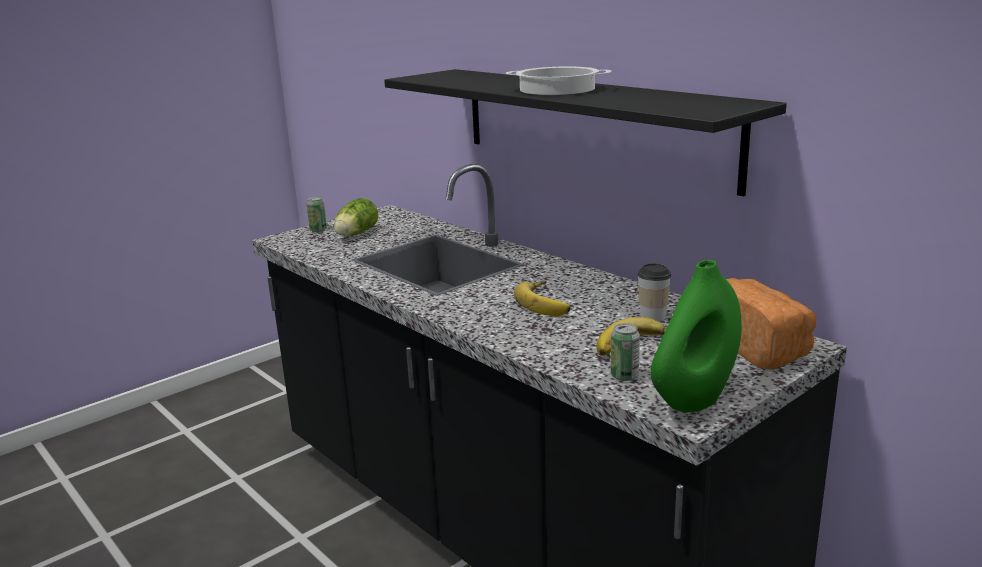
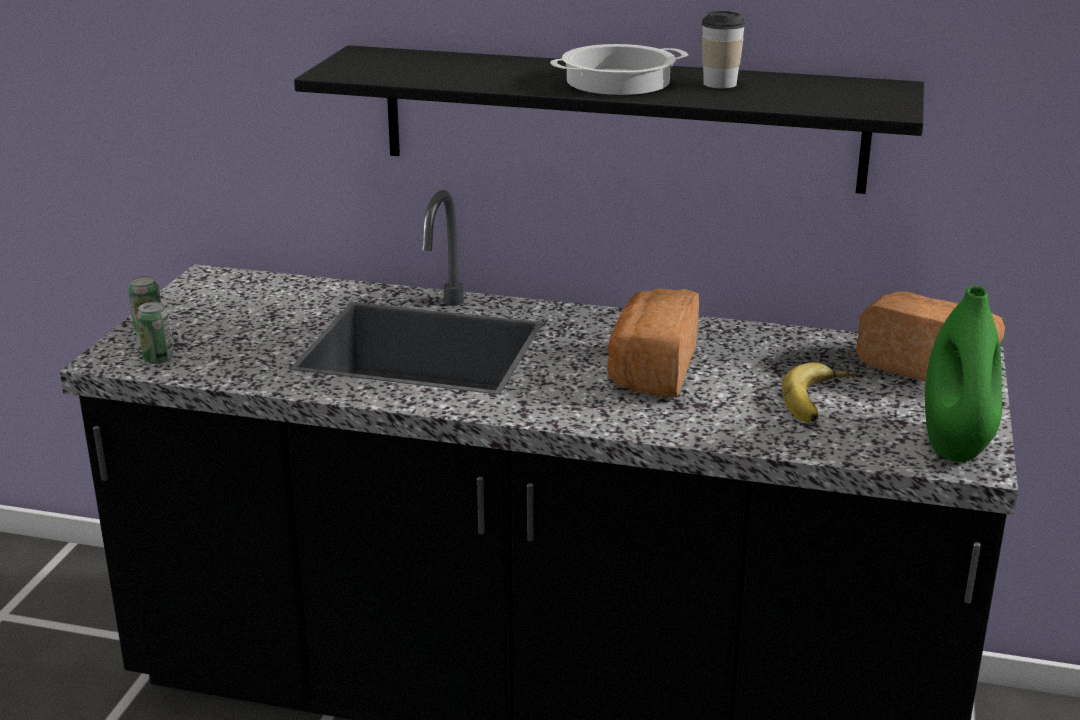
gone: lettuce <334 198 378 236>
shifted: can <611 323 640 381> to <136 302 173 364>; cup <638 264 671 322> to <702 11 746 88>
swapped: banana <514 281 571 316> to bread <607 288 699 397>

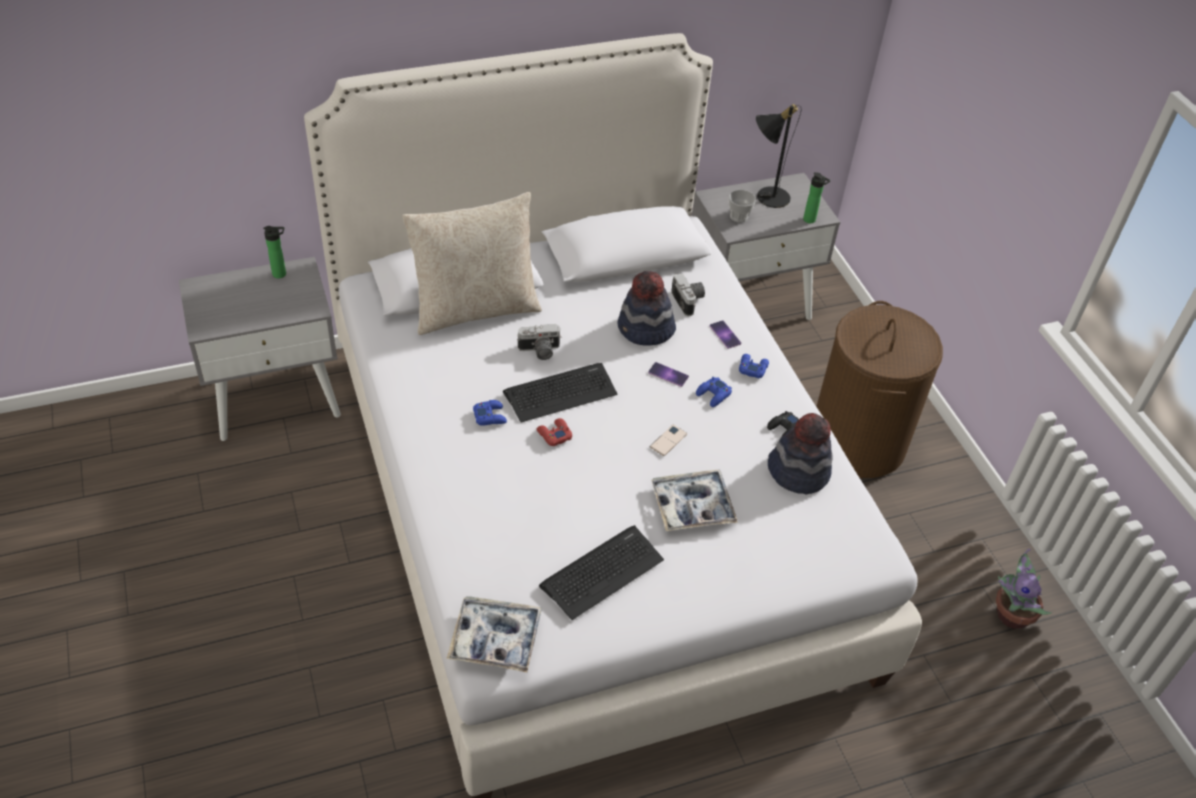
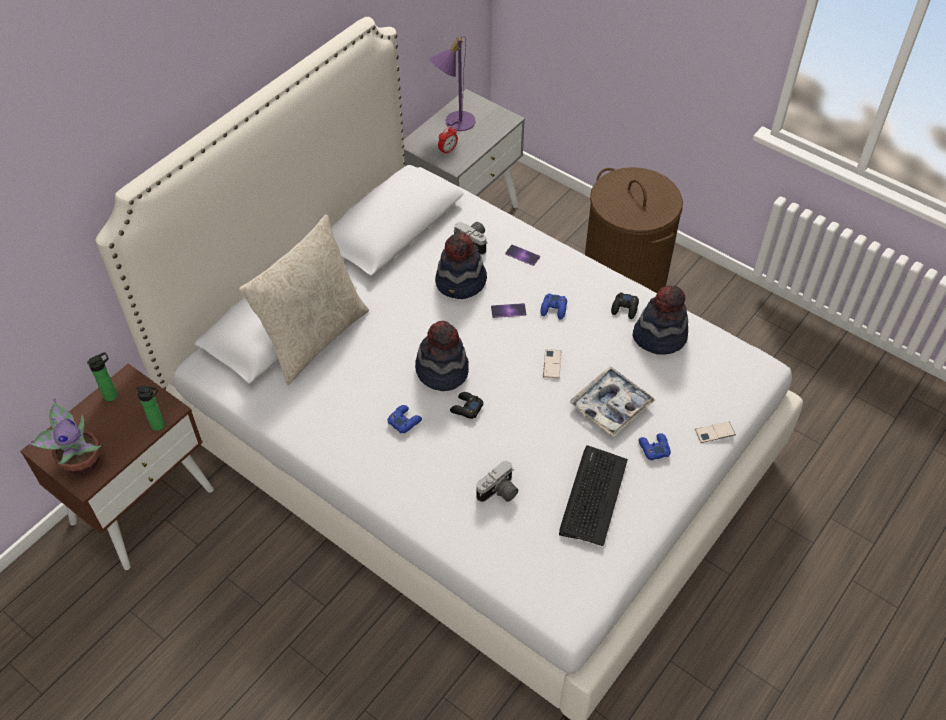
gone: tray <446 596 542 673>
new: phone <695 421 736 443>
shifted: photo camera <517 324 562 360> to <476 460 519 502>; blue game controller <739 354 769 378> to <639 433 671 460>; bottle <803 172 830 223> to <136 386 165 431>; potted plant <996 548 1052 629> to <29 397 101 475>
swapped: keyboard <503 363 617 423> to hat <415 321 469 391>; cup <729 190 756 223> to alarm clock <438 126 458 155>
repainted: grey nightstand <179 257 341 441> to brown nightstand <20 363 214 570>; red game controller <537 418 572 446> to black game controller <450 392 484 419>; black table lamp <756 104 802 208> to purple table lamp <429 36 476 131>

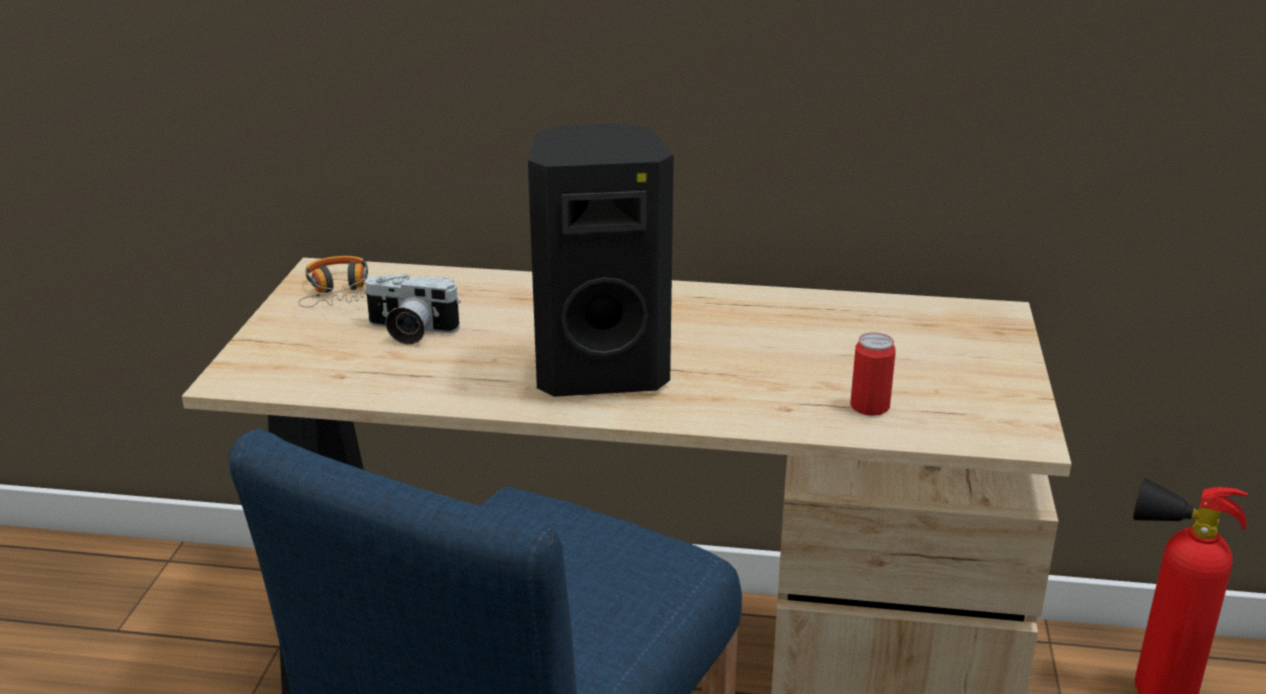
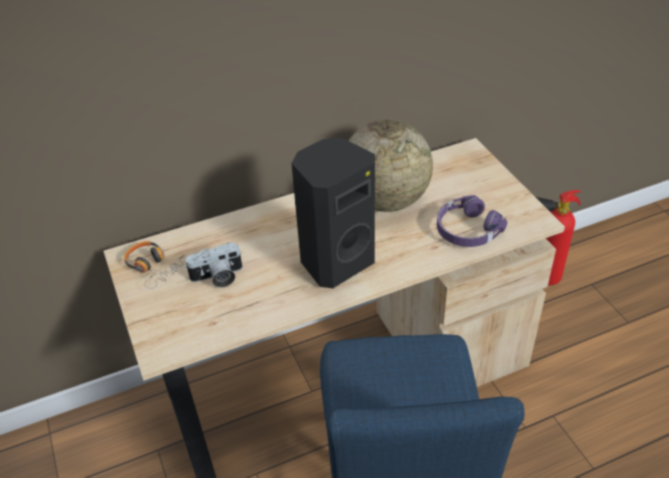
new: globe <349 119 433 212>
swapped: can <850 332 896 416> to purple headphones <437 195 507 247>

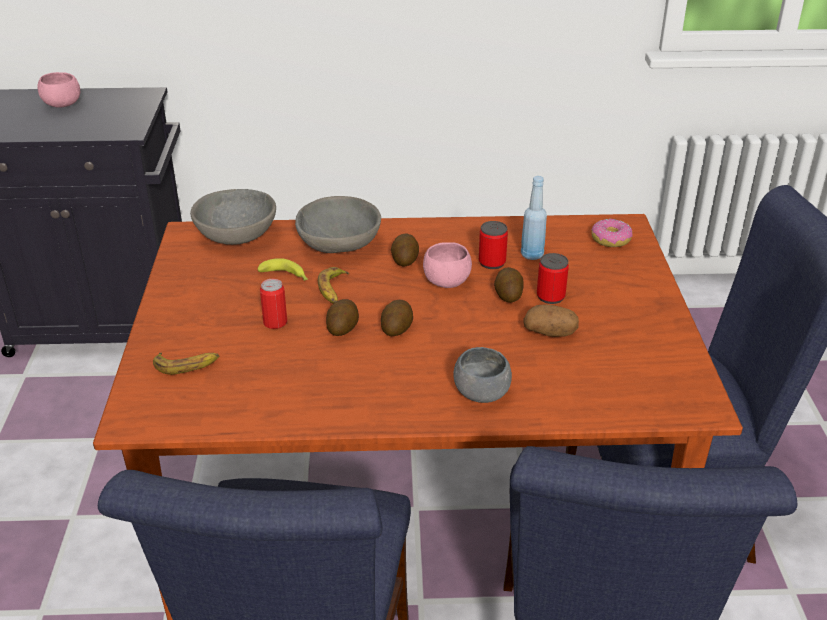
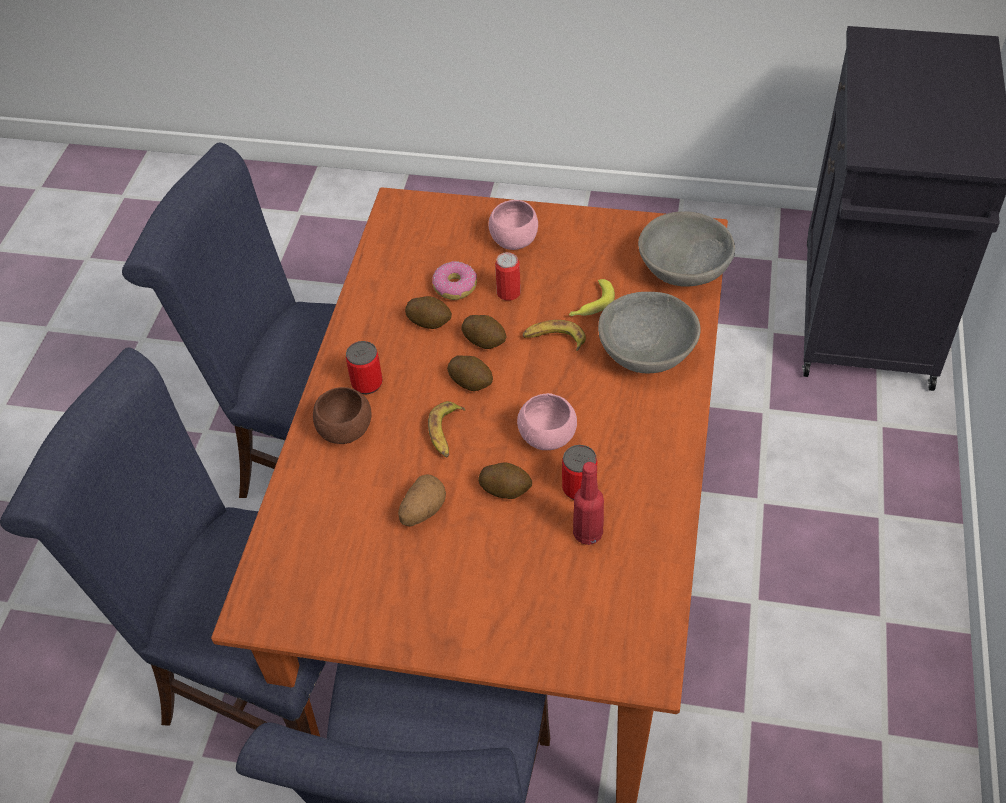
shifted: pink bowl <38 72 80 108> to <488 200 538 250>; banana <153 352 219 375> to <428 401 465 457>; potato <391 234 419 266> to <405 296 452 329>; can <537 253 569 304> to <346 341 383 394>; donut <591 219 633 247> to <432 261 477 300>
repainted: grey bowl <453 347 512 403> to brown bowl <313 387 371 444>; blue bottle <521 176 547 260> to red bottle <573 462 604 545>

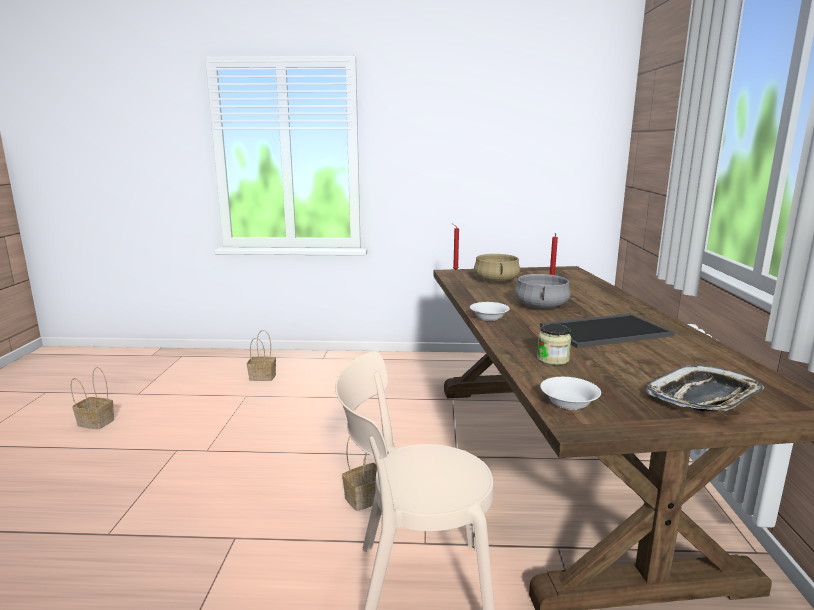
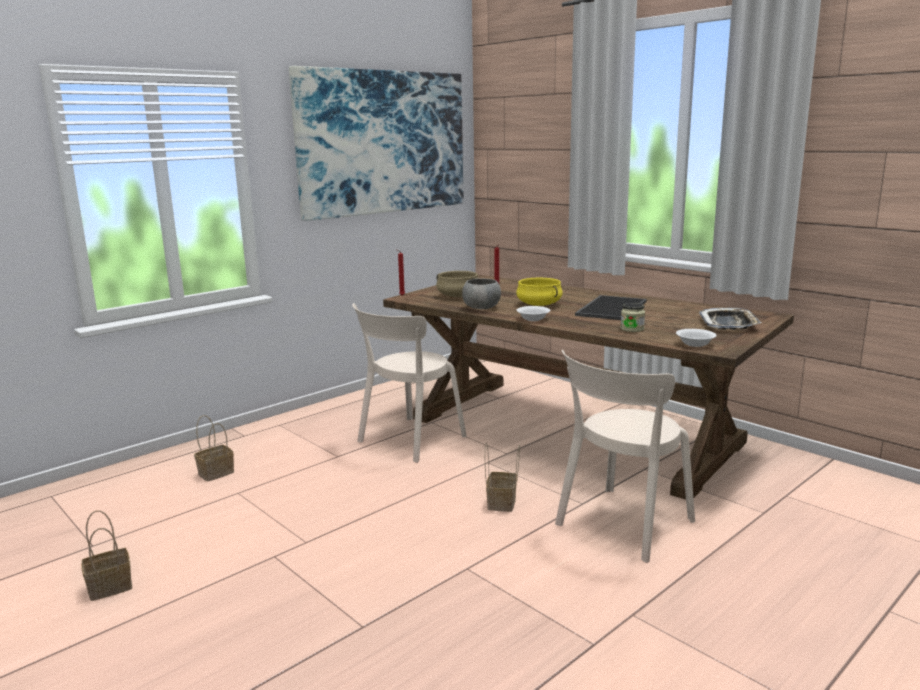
new: picture <289 66 464 221>; beige chair <352 303 467 463>; grey bowl <462 279 501 309>
repainted: grey cooking pot <515 274 571 309> to yellow cooking pot <516 278 563 306>

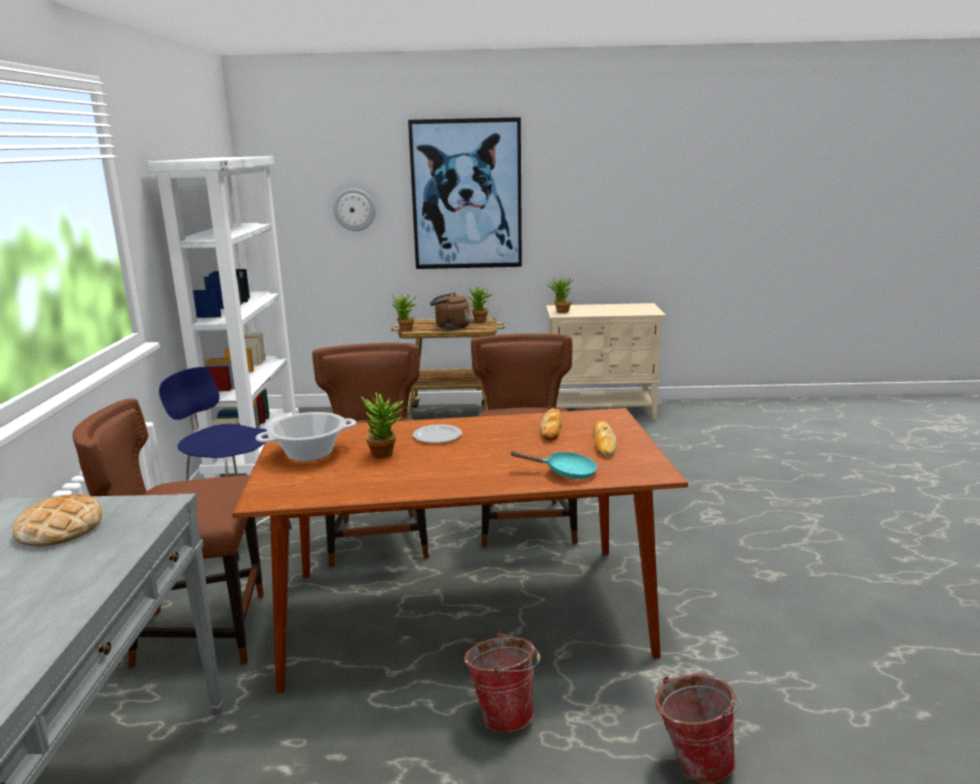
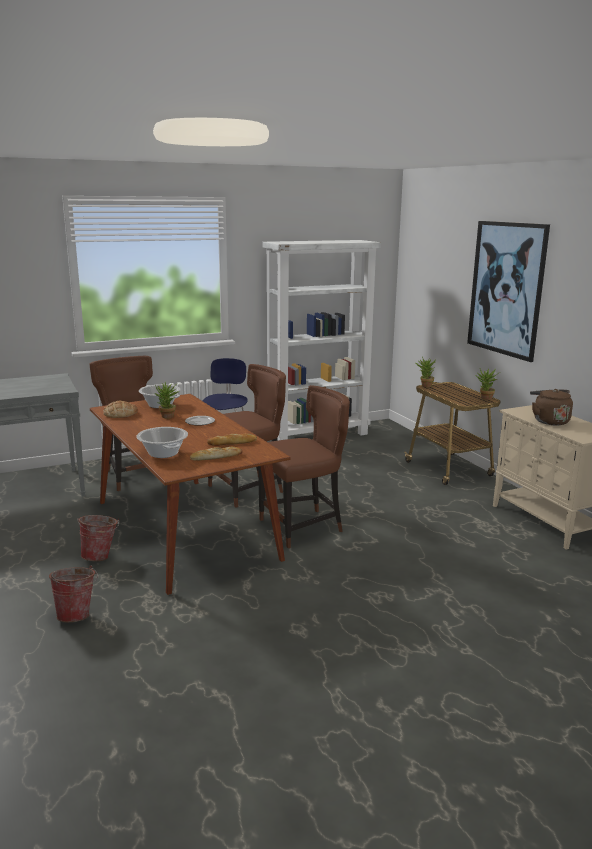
gone: wall clock <333 188 375 231>; potted plant <547 276 574 313>
shifted: bread <13 494 102 546> to <103 401 138 418>; brown kettle <430 293 470 330> to <530 389 573 425>
swapped: turquoise frying pan <511 451 597 479> to cooking pot <136 427 188 458>

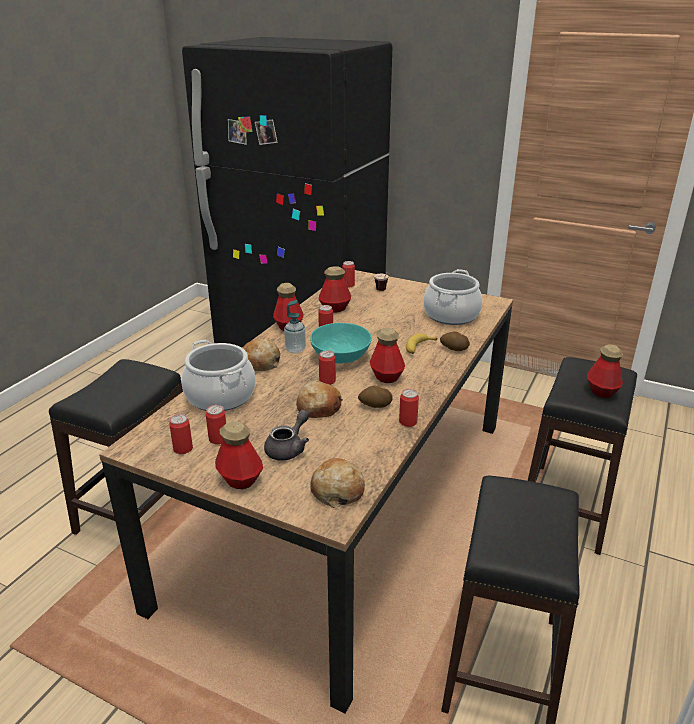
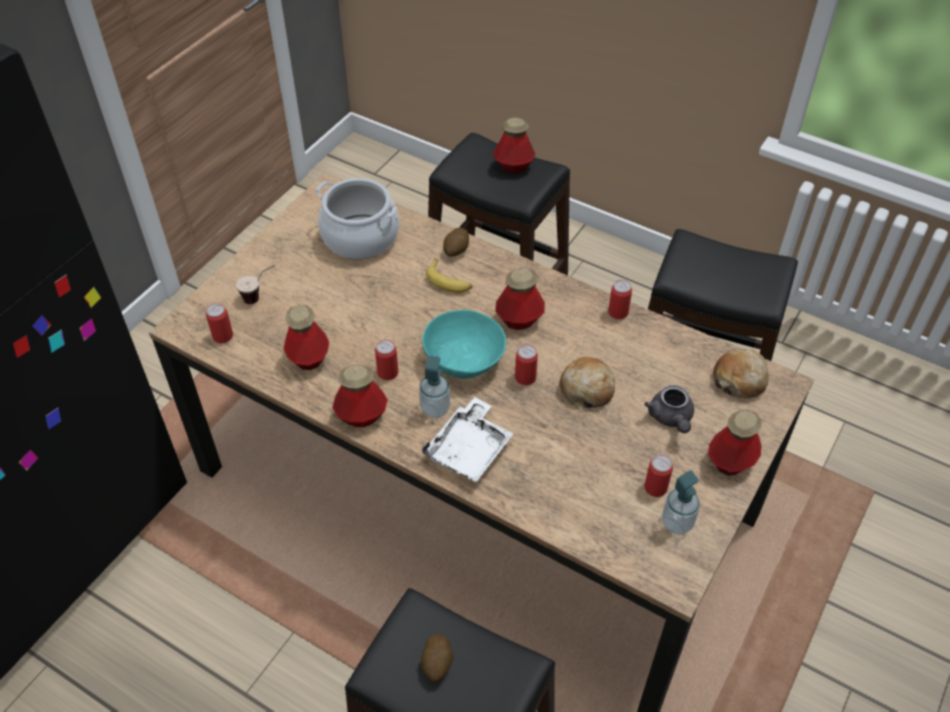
gone: cooking pot <181 340 255 411>
shifted: potato <358 386 392 408> to <421 634 453 682>
swapped: can <169 414 193 454> to soap dispenser <662 470 700 535>; bread <243 339 280 371> to white tray <422 397 514 482>
rotated: grey teapot <264 410 309 461> = <645 385 694 433> 135 degrees counterclockwise

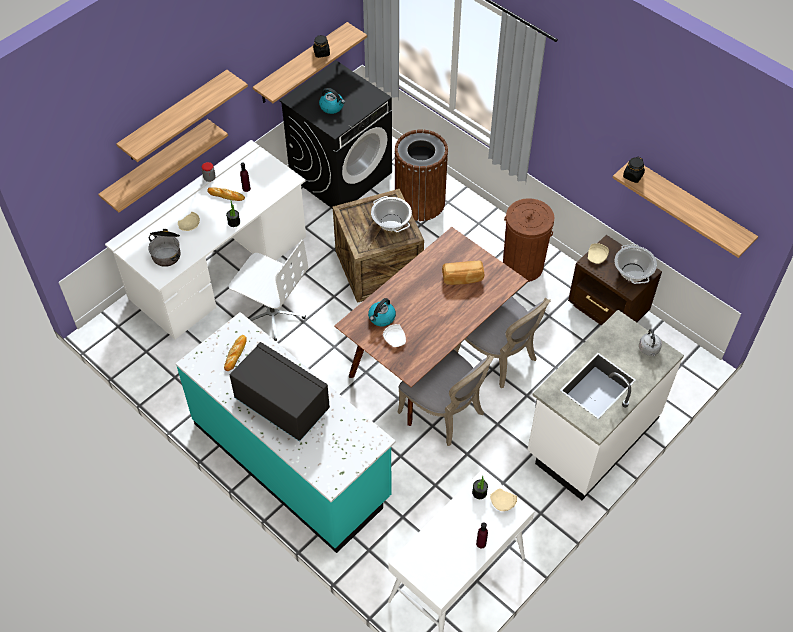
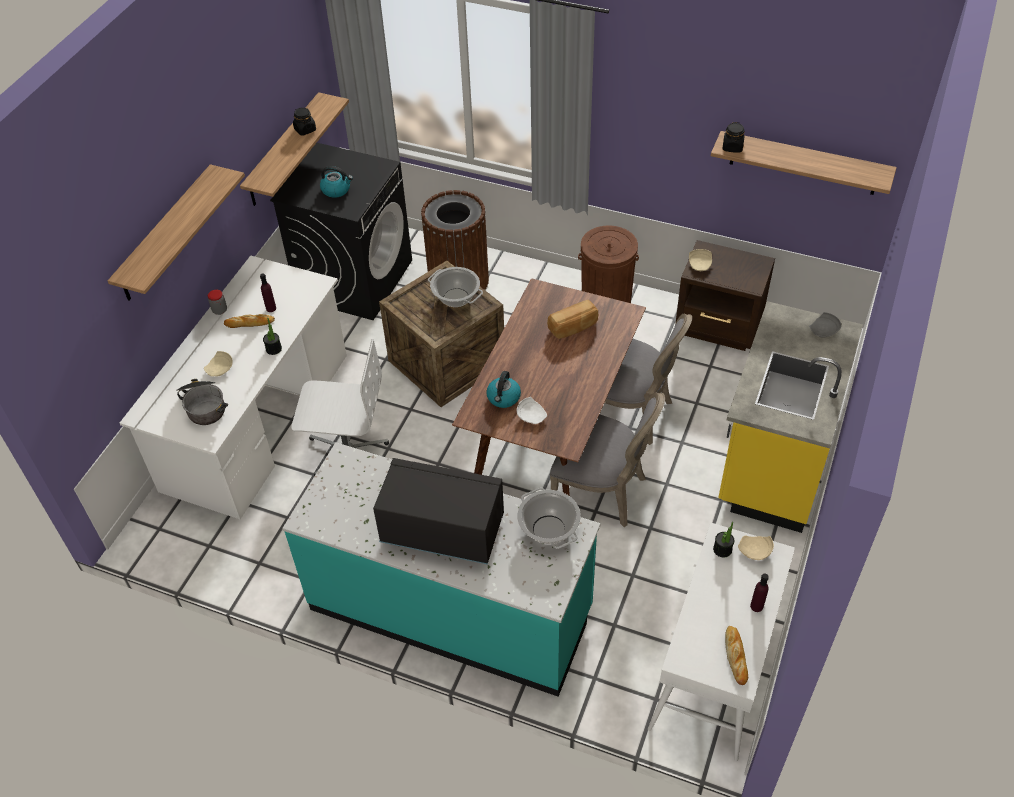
gone: shelf <98 119 228 213>
shifted: bread <224 335 247 371> to <725 626 748 685>; cooking pot <614 244 657 284> to <517 488 581 549>
swapped: grey kettle <639 329 662 356> to grey plate <809 312 841 338>
repainted: white counter <527 310 684 500> to yellow counter <718 301 863 533>

